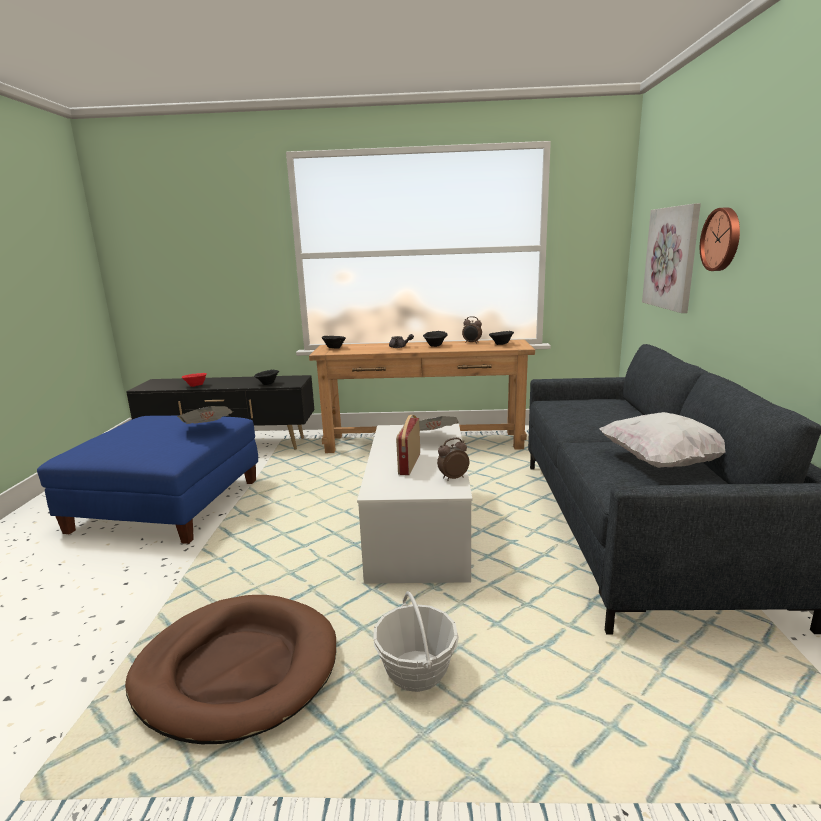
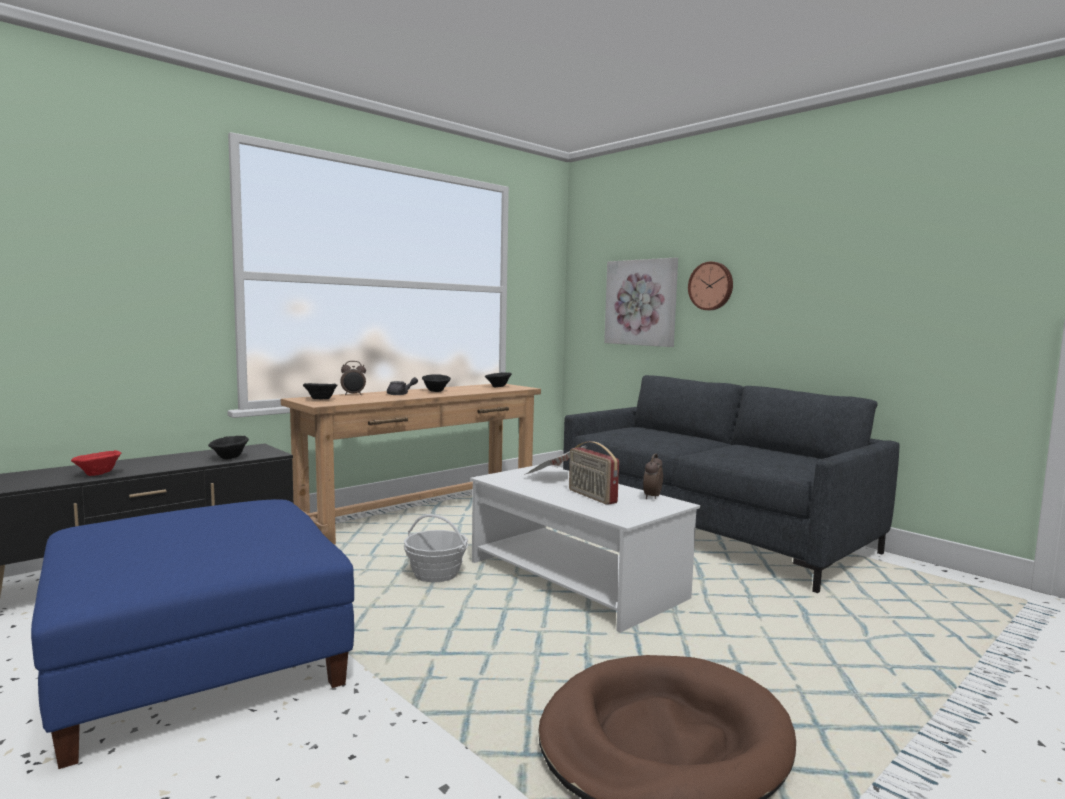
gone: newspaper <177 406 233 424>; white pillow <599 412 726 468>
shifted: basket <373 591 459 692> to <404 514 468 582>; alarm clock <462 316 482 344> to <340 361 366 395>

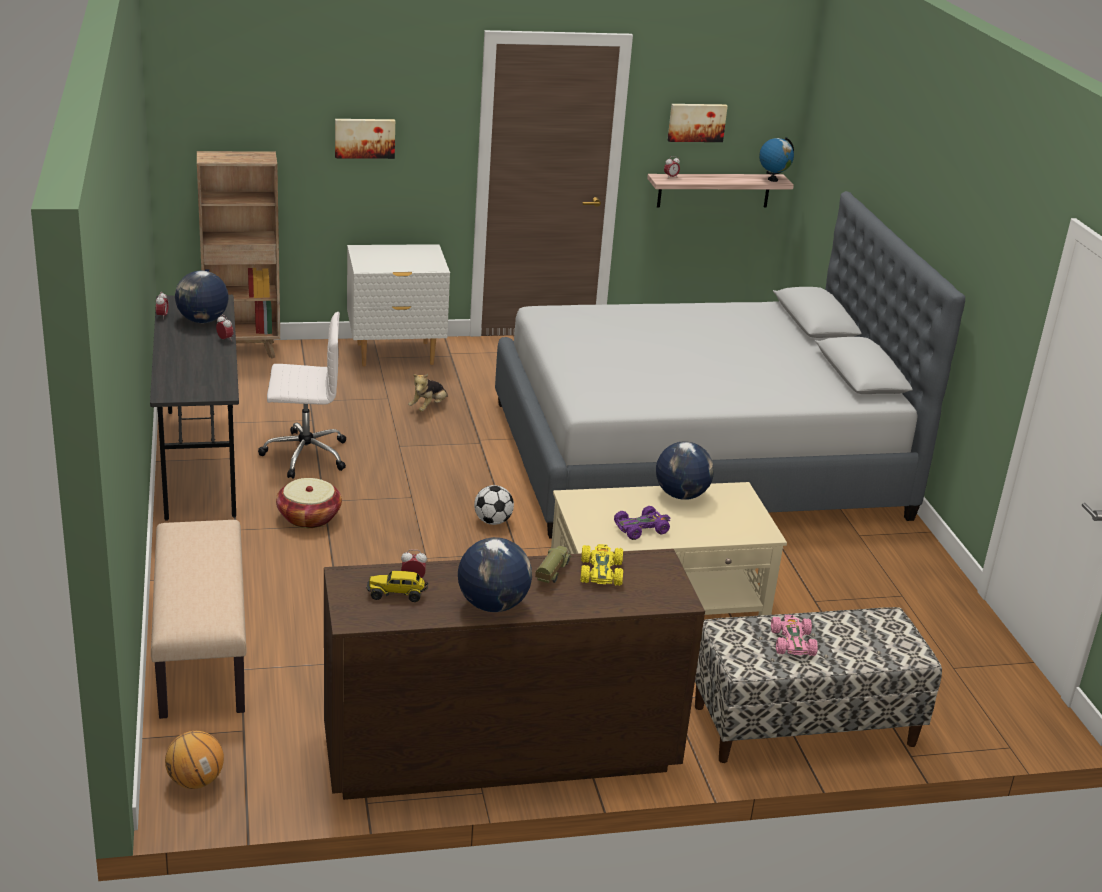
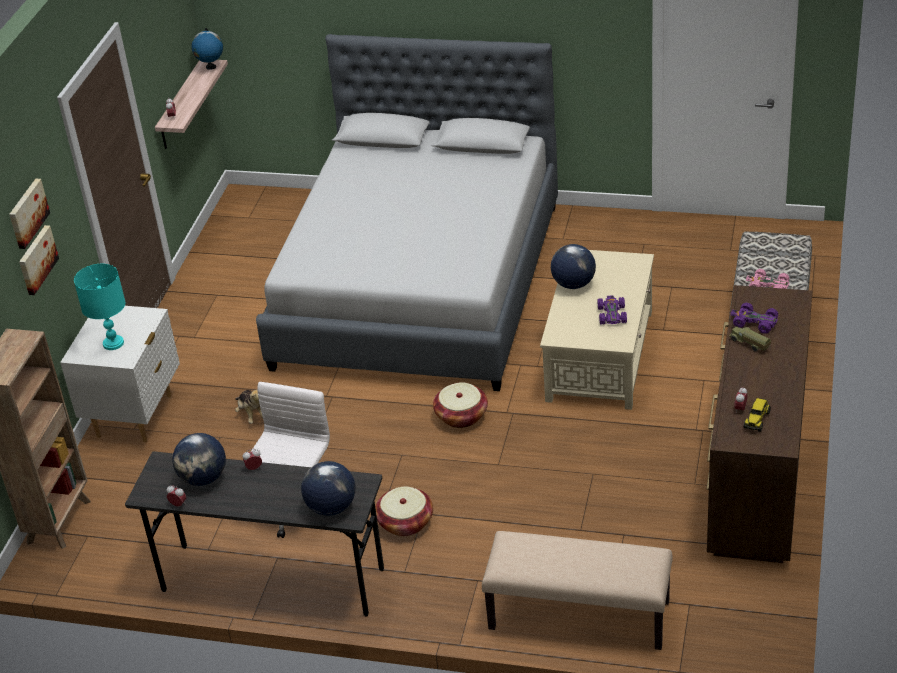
gone: basketball <165 731 224 789>
new: turquoise table lamp <74 264 125 350>
shifted: globe <458 537 532 612> to <301 461 355 516>; picture <668 104 728 142> to <9 179 50 249>
swapped: football <474 485 514 525> to basket <433 382 488 428>
repainted: yellow toy car <581 544 623 586> to purple toy car <730 303 778 334>

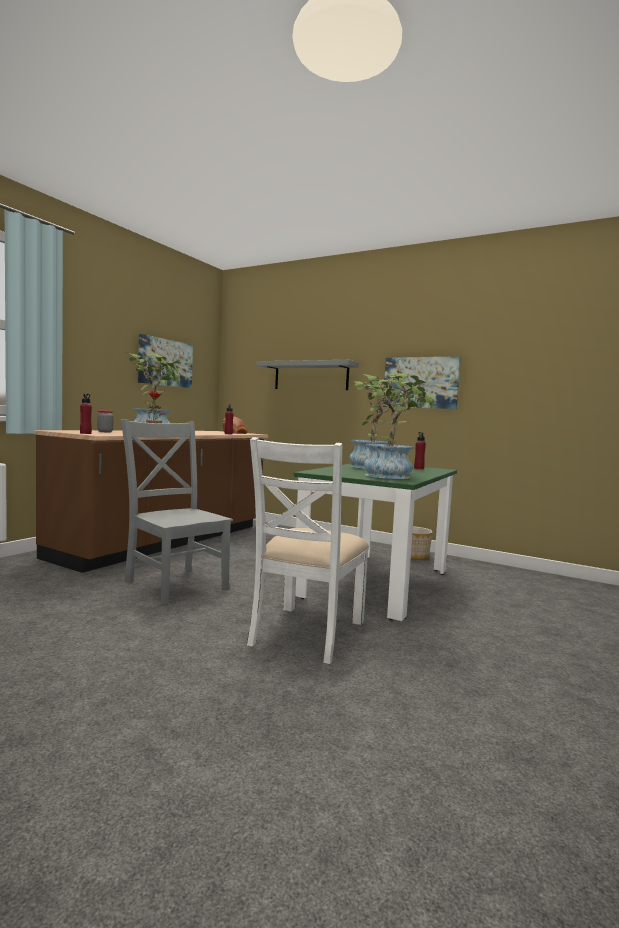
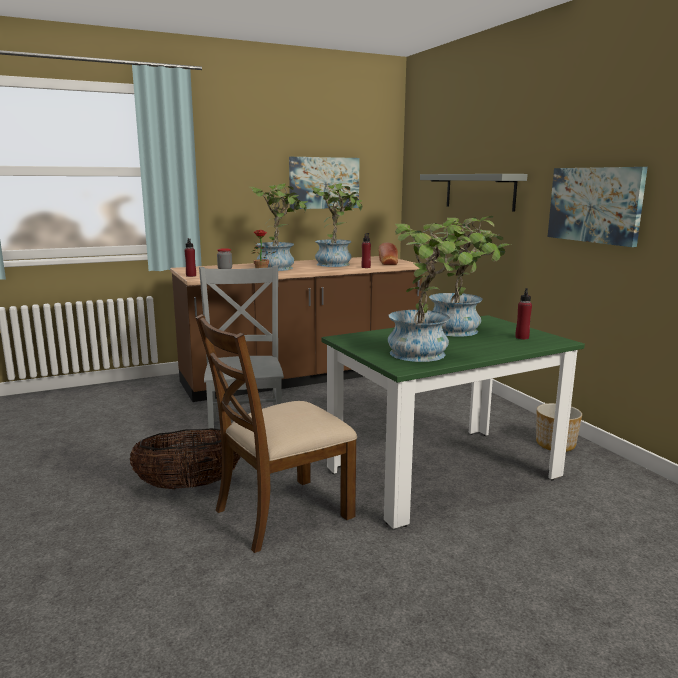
new: basket <130 428 241 489>; potted plant <311 183 363 267>
repainted: white chair <247 437 369 664> to brown chair <195 314 357 553>

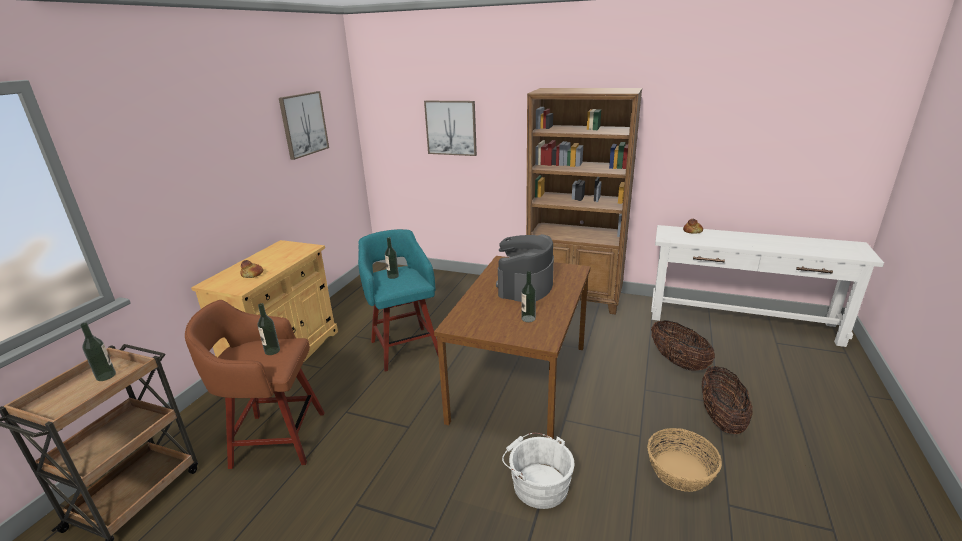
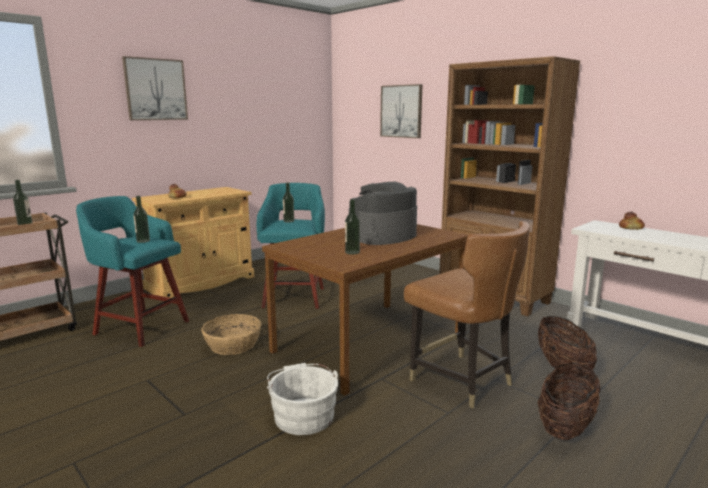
new: brown chair <404 221 530 408>
shifted: picture <279 91 329 160> to <122 56 188 120>; basket <647 428 722 492> to <201 314 261 355>
repainted: brown stool <185 300 325 469> to turquoise stool <76 196 189 347>

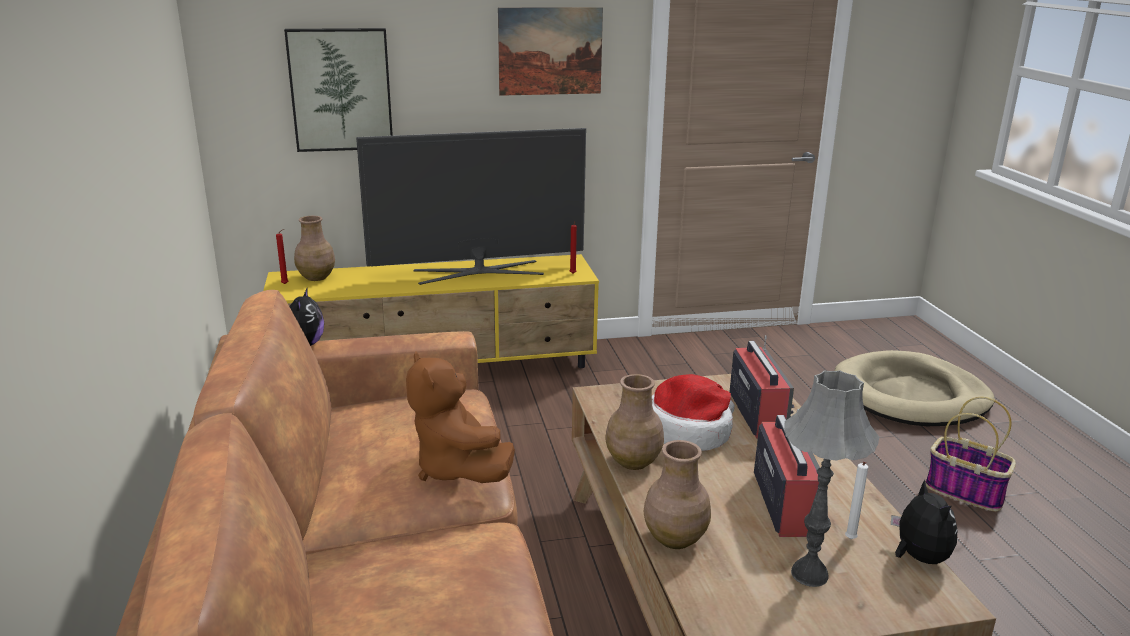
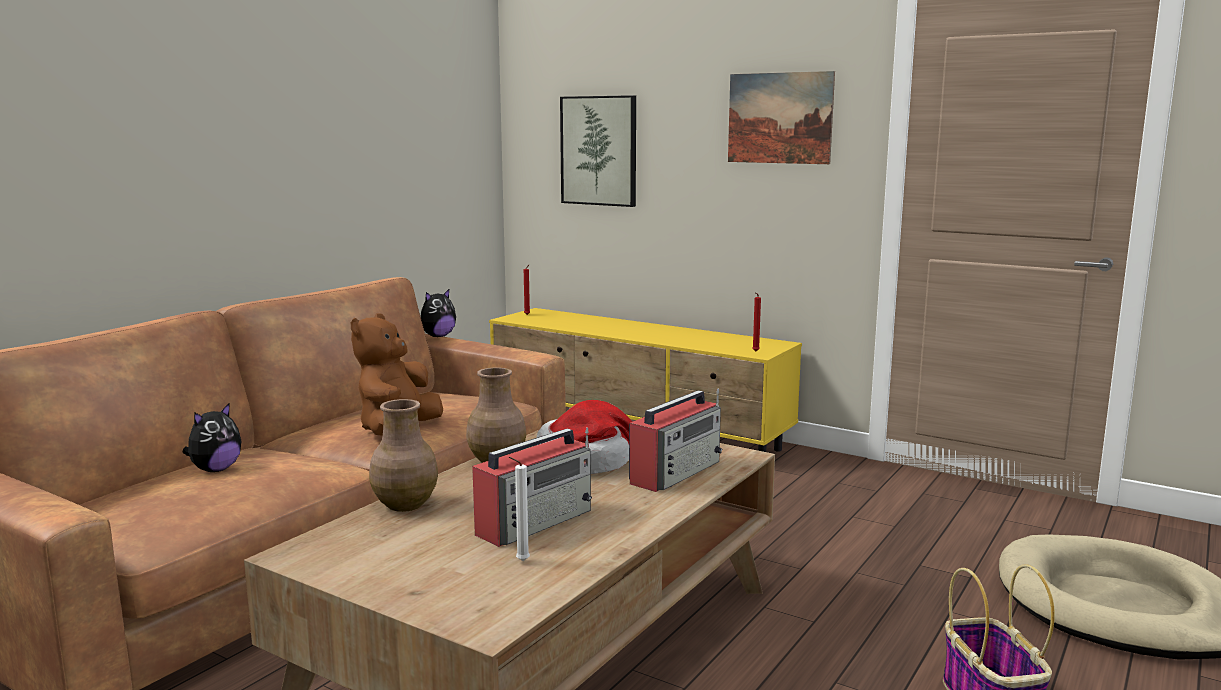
gone: brown vase <294 216 335 281>; television <356 128 586 285>; grey table lamp <784 370 879 587>
shifted: plush toy <891 480 957 564> to <182 403 241 472>

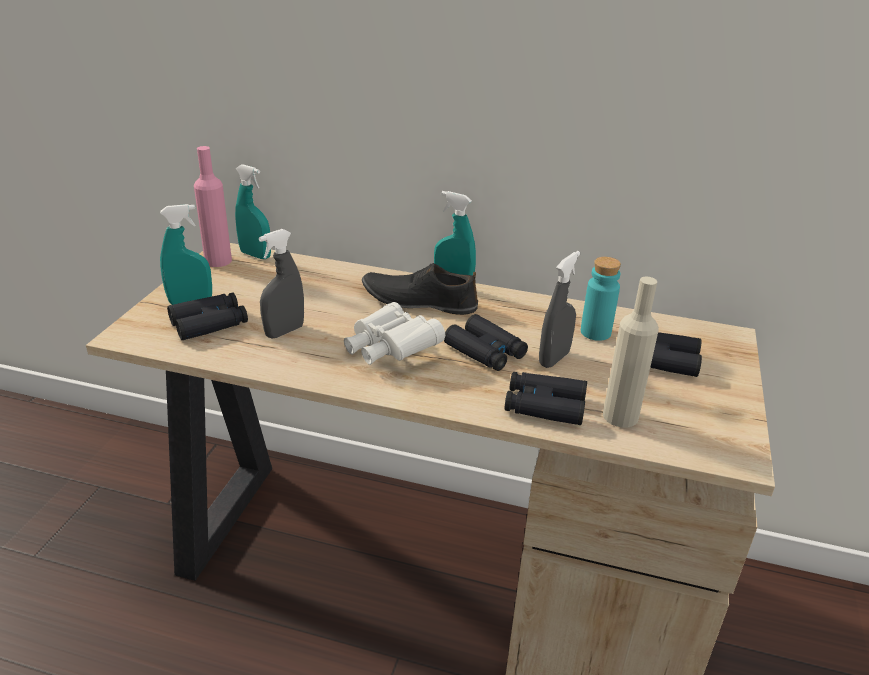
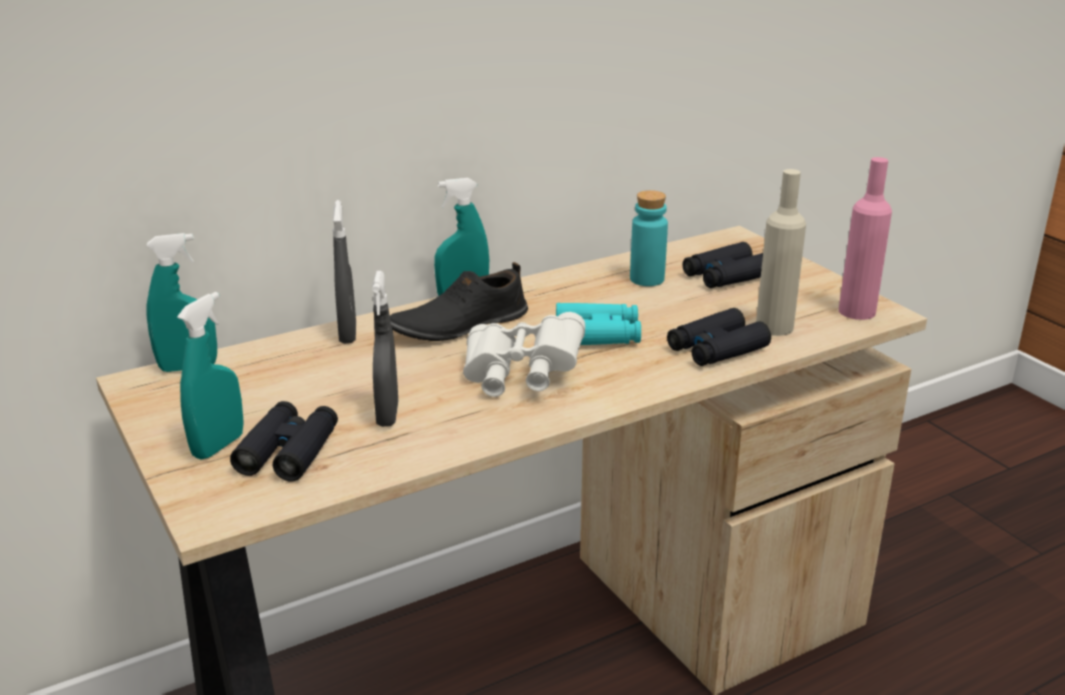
shifted: pink bottle <194 146 232 267> to <839 157 892 320>; grey spray bottle <539 251 580 368> to <333 200 356 344>
repainted: black binoculars <444 314 528 371> to turquoise binoculars <556 303 641 345>

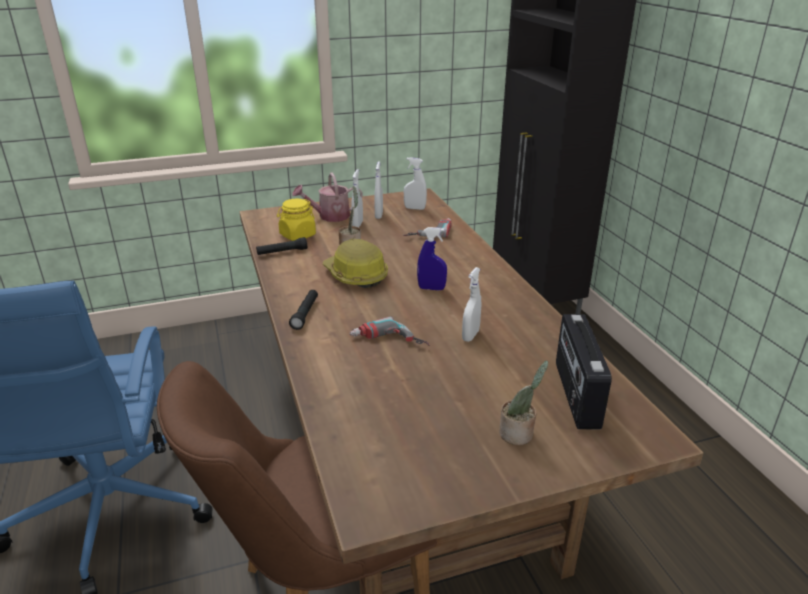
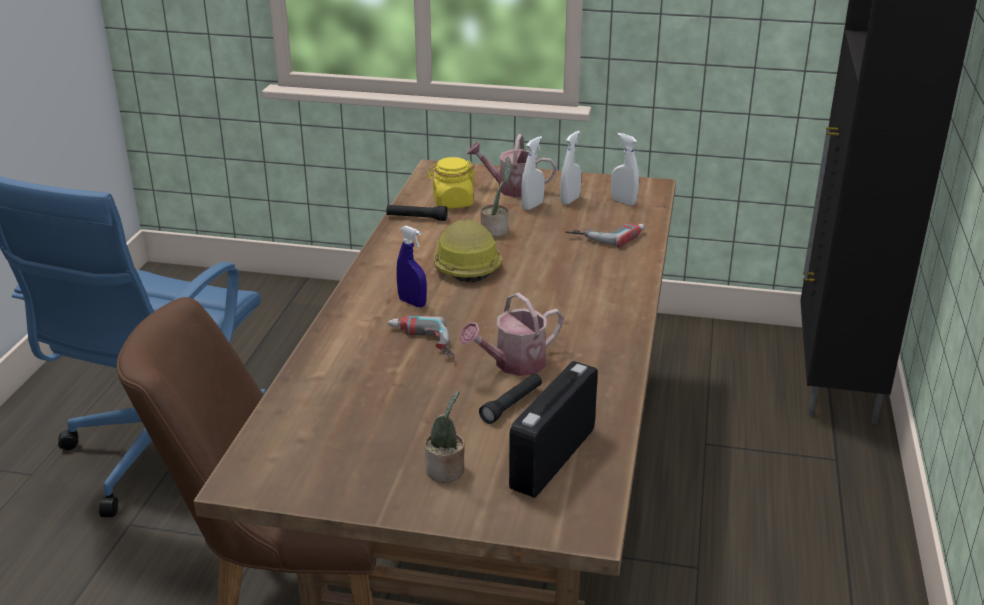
shifted: black flashlight <289 290 318 330> to <479 373 542 424>; blue spray bottle <417 227 447 290> to <397 225 427 307>
swapped: white spray bottle <462 267 481 342> to watering can <459 292 563 376>

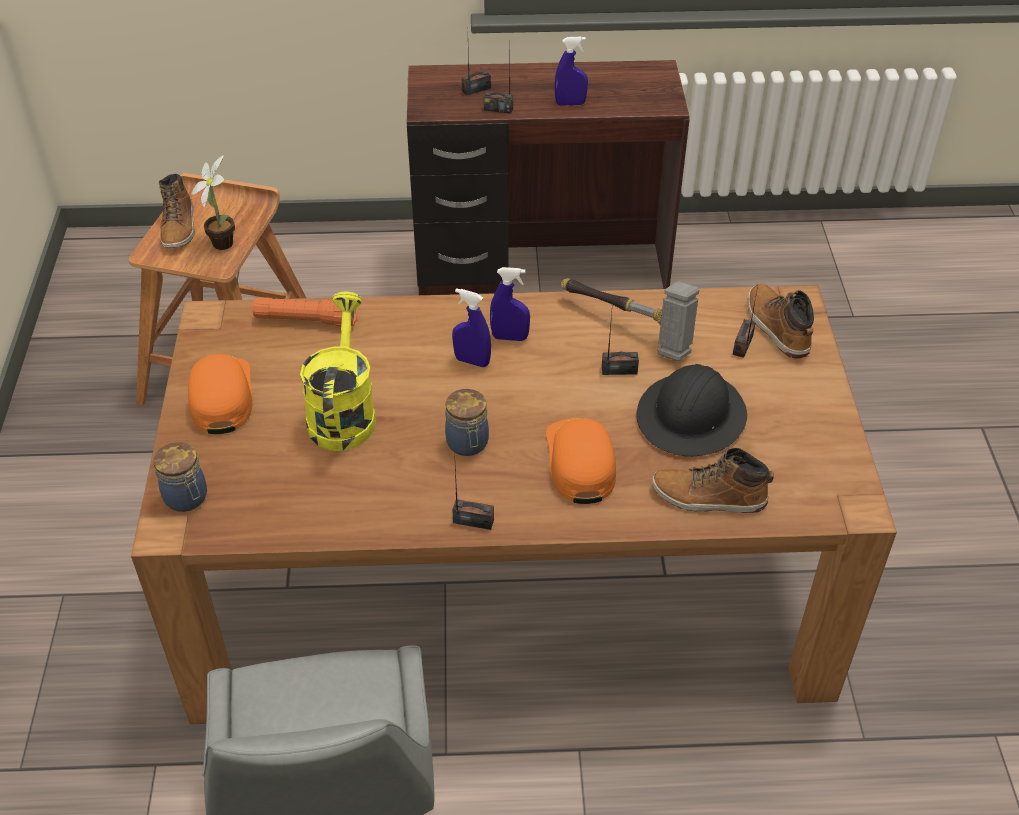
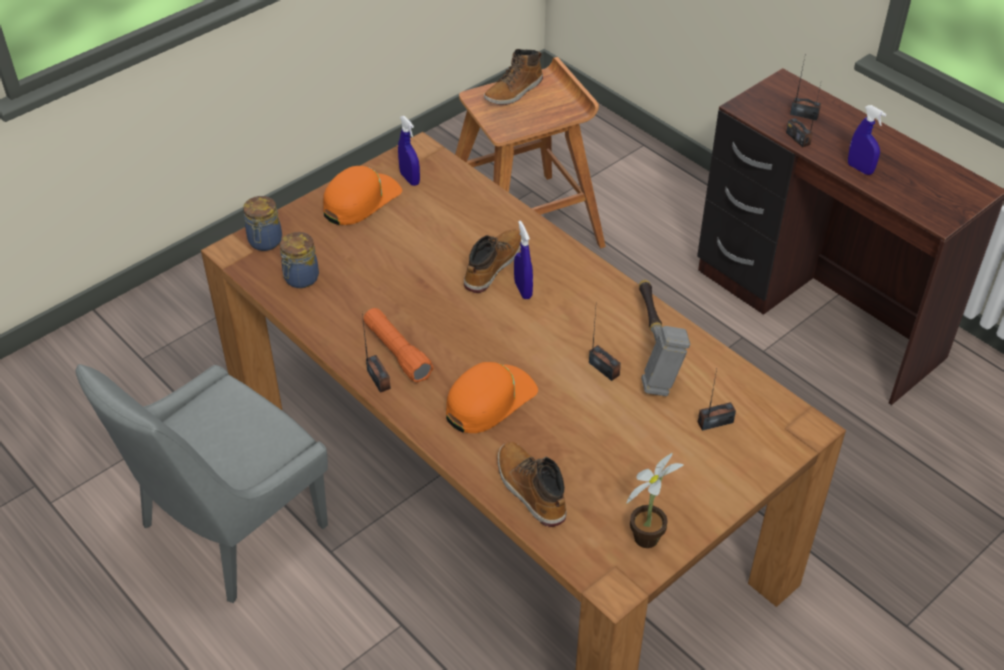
gone: yellow watering can <300 292 376 451>; black hard hat <636 364 747 456>
shifted: potted plant <191 155 235 250> to <626 453 683 548>; orange flashlight <253 297 357 326> to <364 308 433 383>; jar <445 389 489 456> to <280 232 319 288>; blue spray bottle <490 267 530 341> to <398 116 420 186>; boot <747 283 814 358> to <464 229 521 293>

